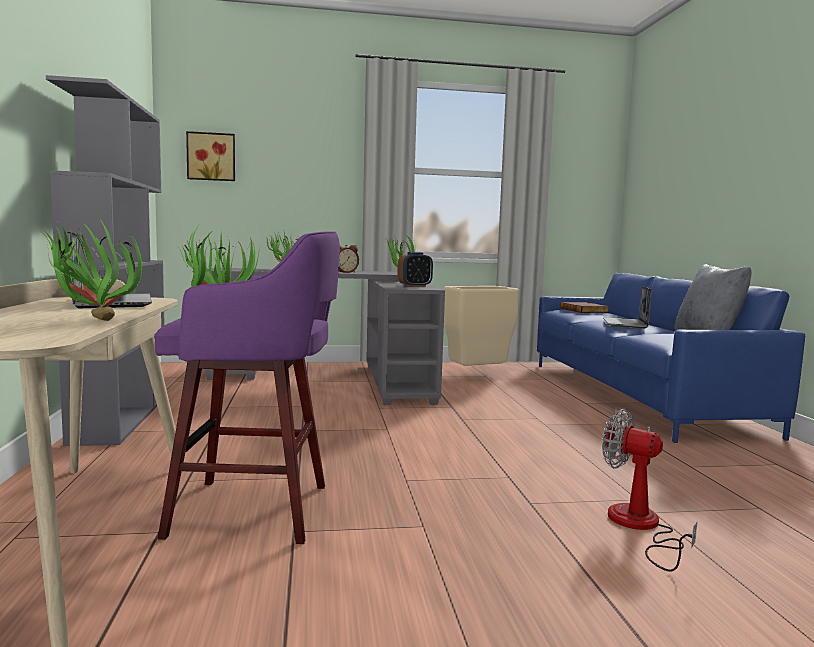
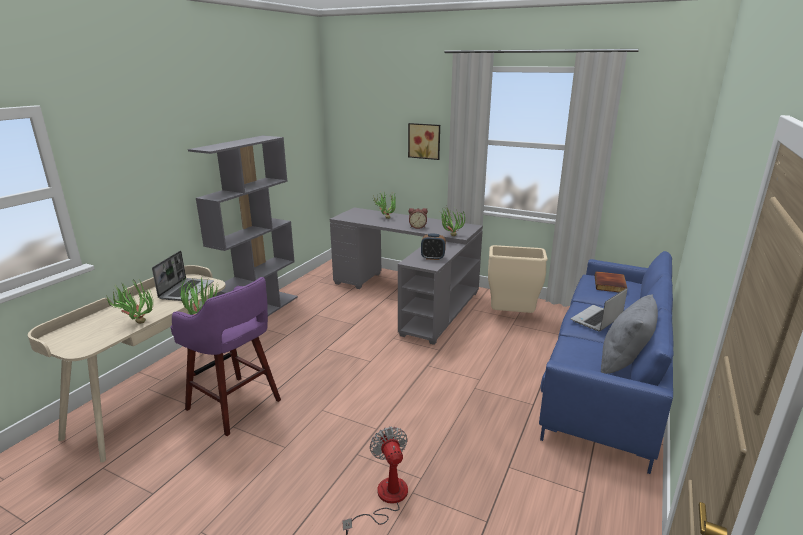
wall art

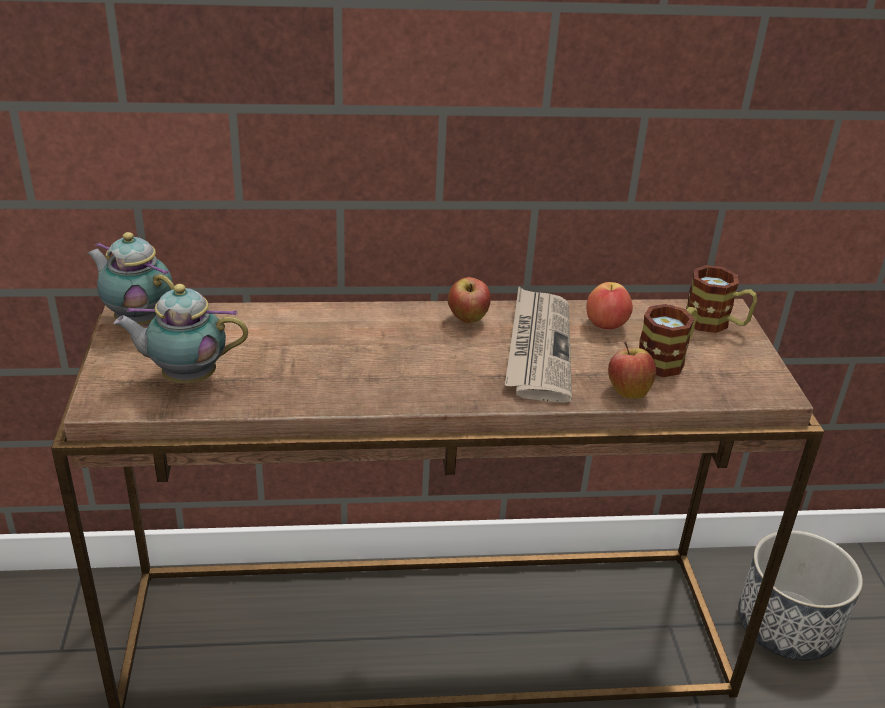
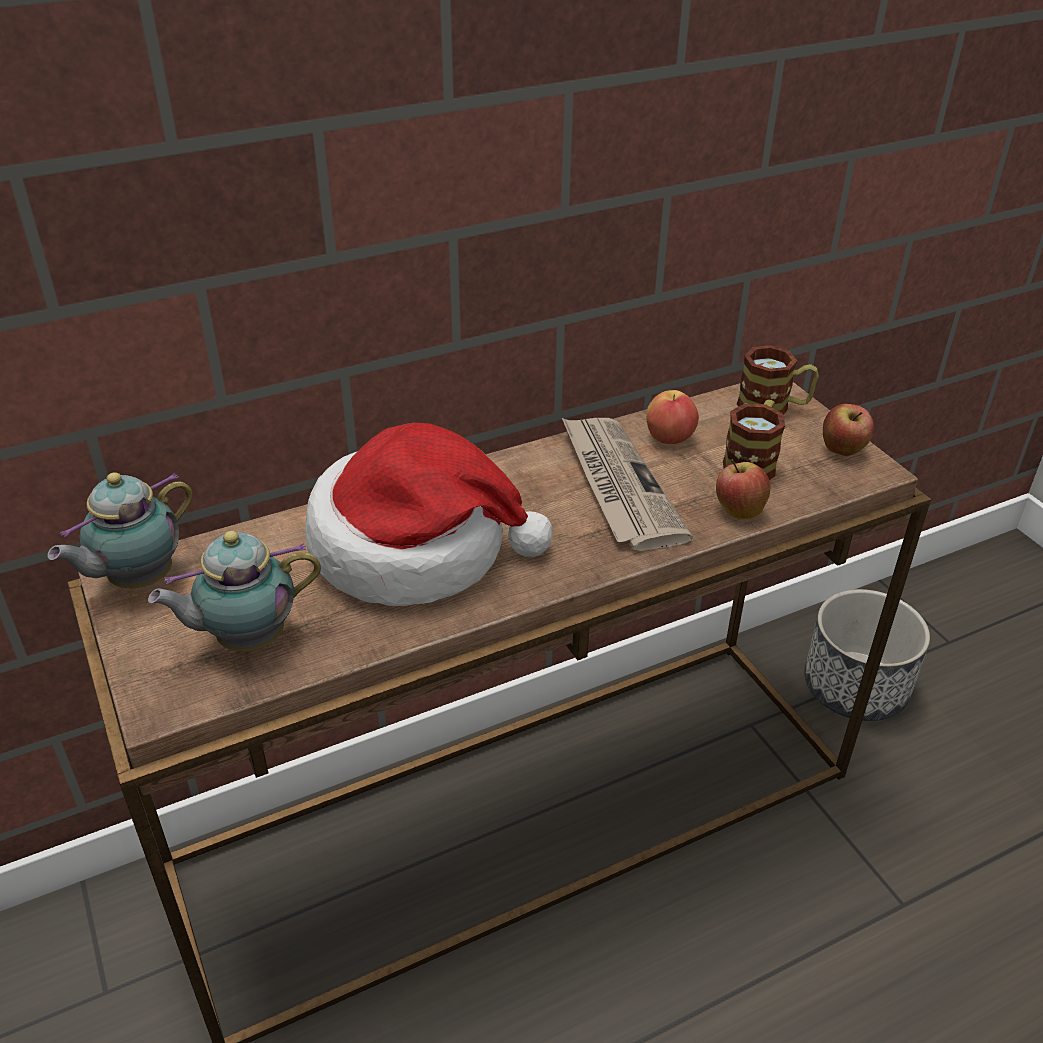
tea pot (1st from left)
clothing hat
apple (3rd from left)

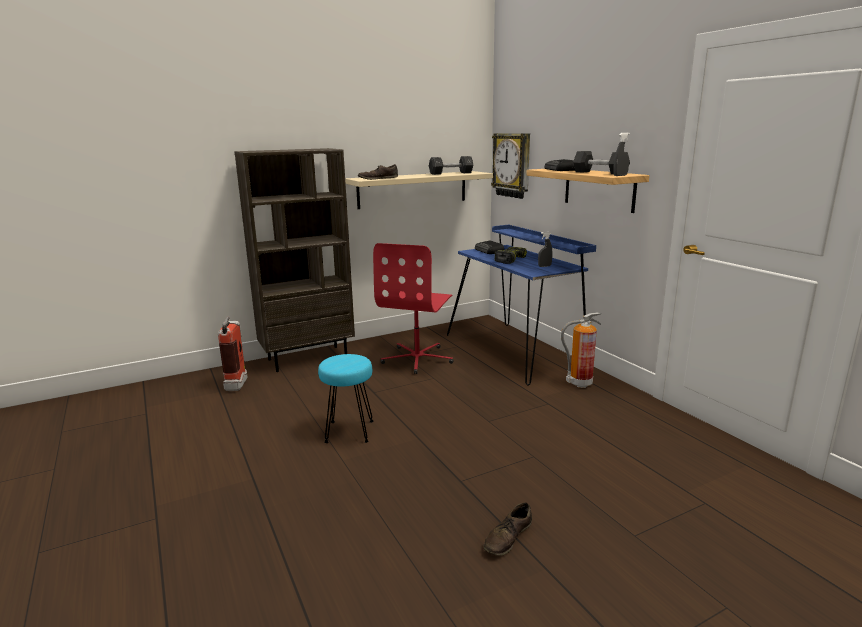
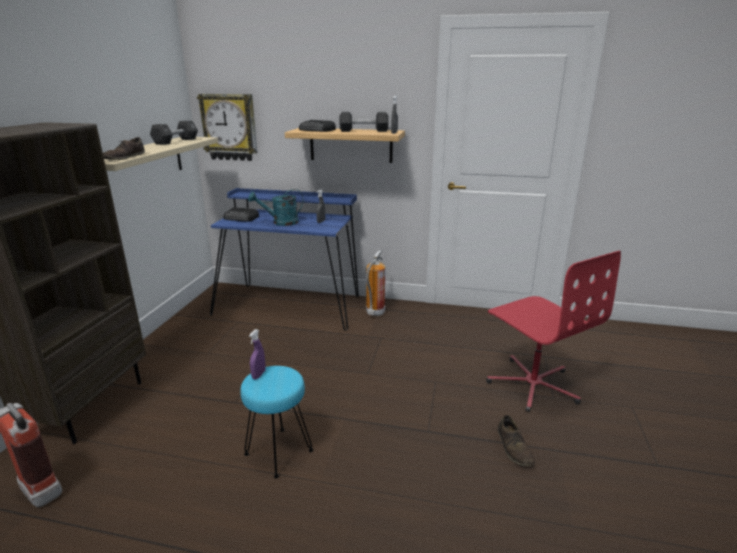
turquoise-coloured sprinkling can
purple-coloured hand sprayer
red computer chair

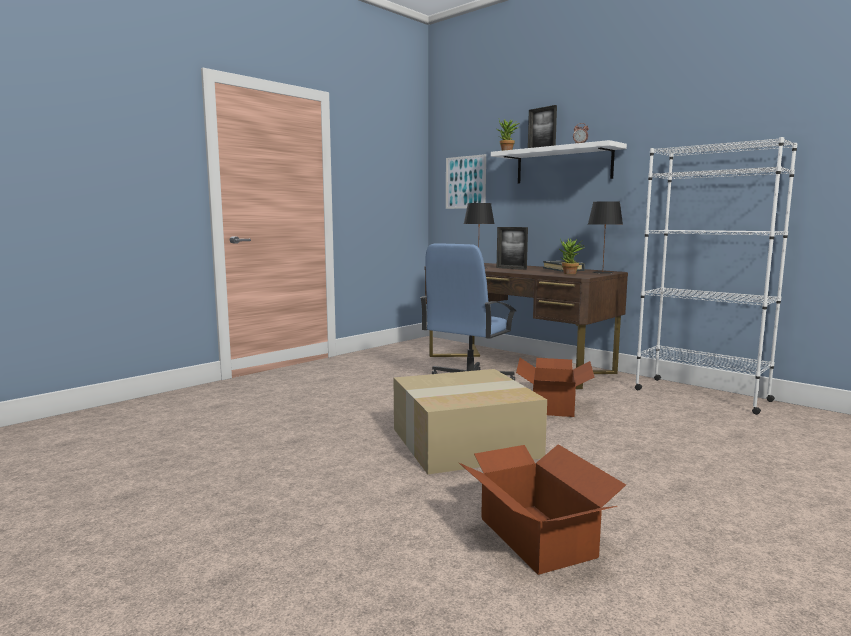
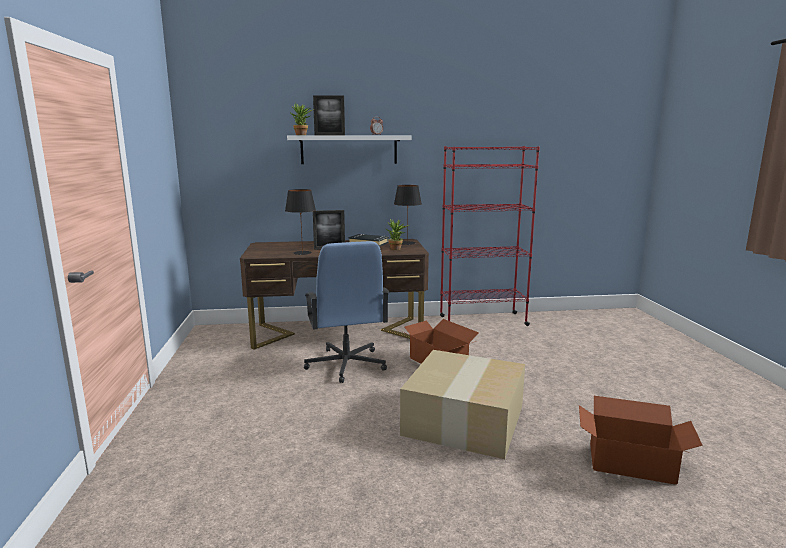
red bookshelf
wall art

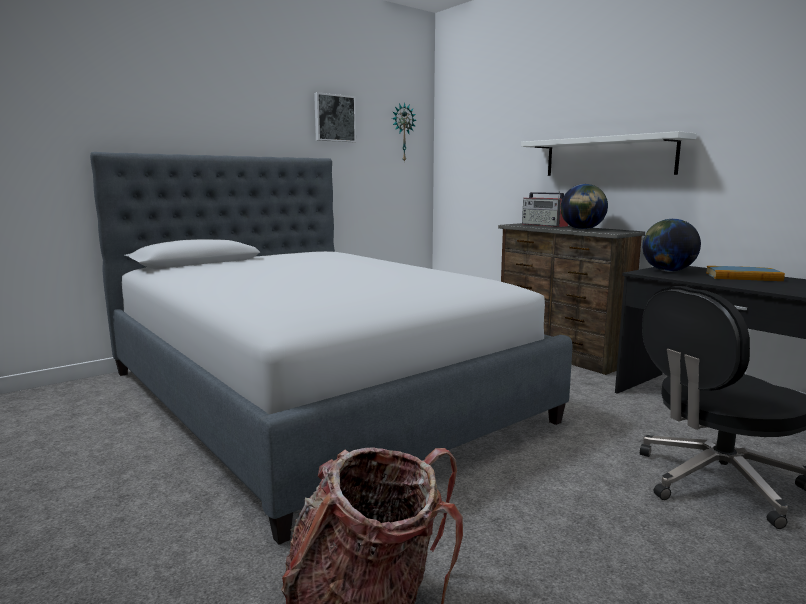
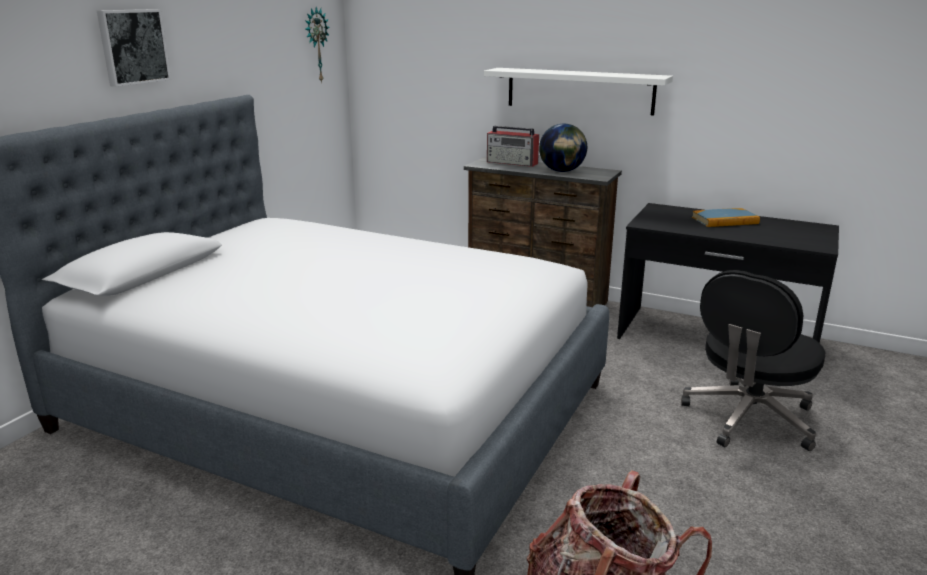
wall art
world globe (2nd from left in the first image)

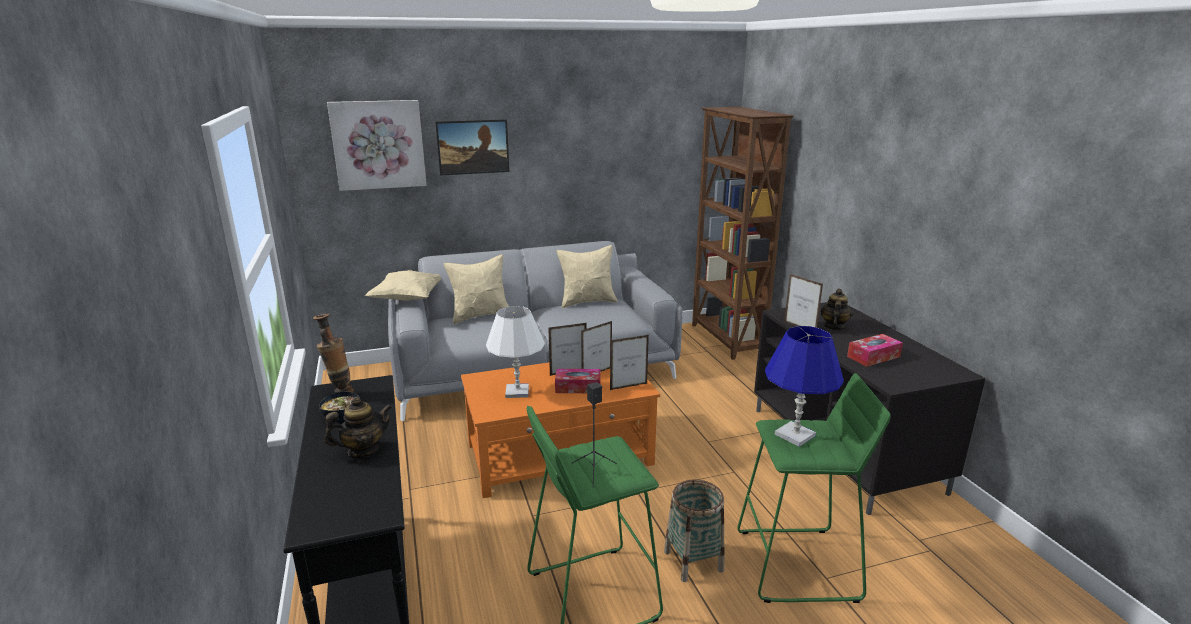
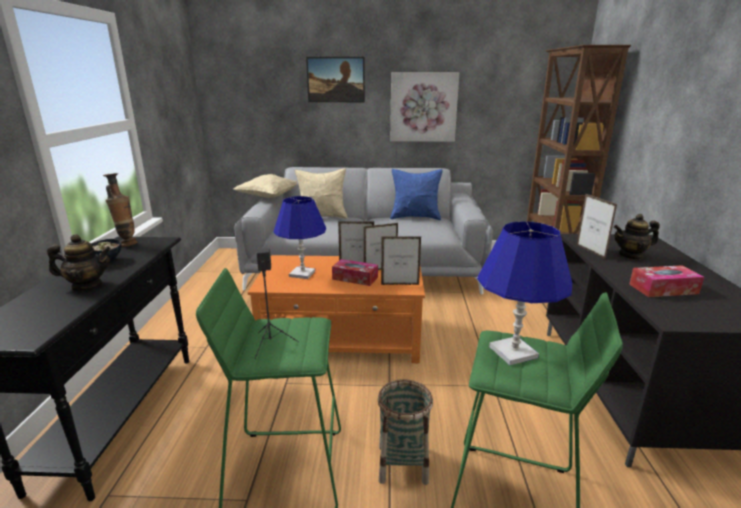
blue tabletop lamp (1st from left)
wall art (2nd from left)
blue cushion
tea pot (2nd from left)

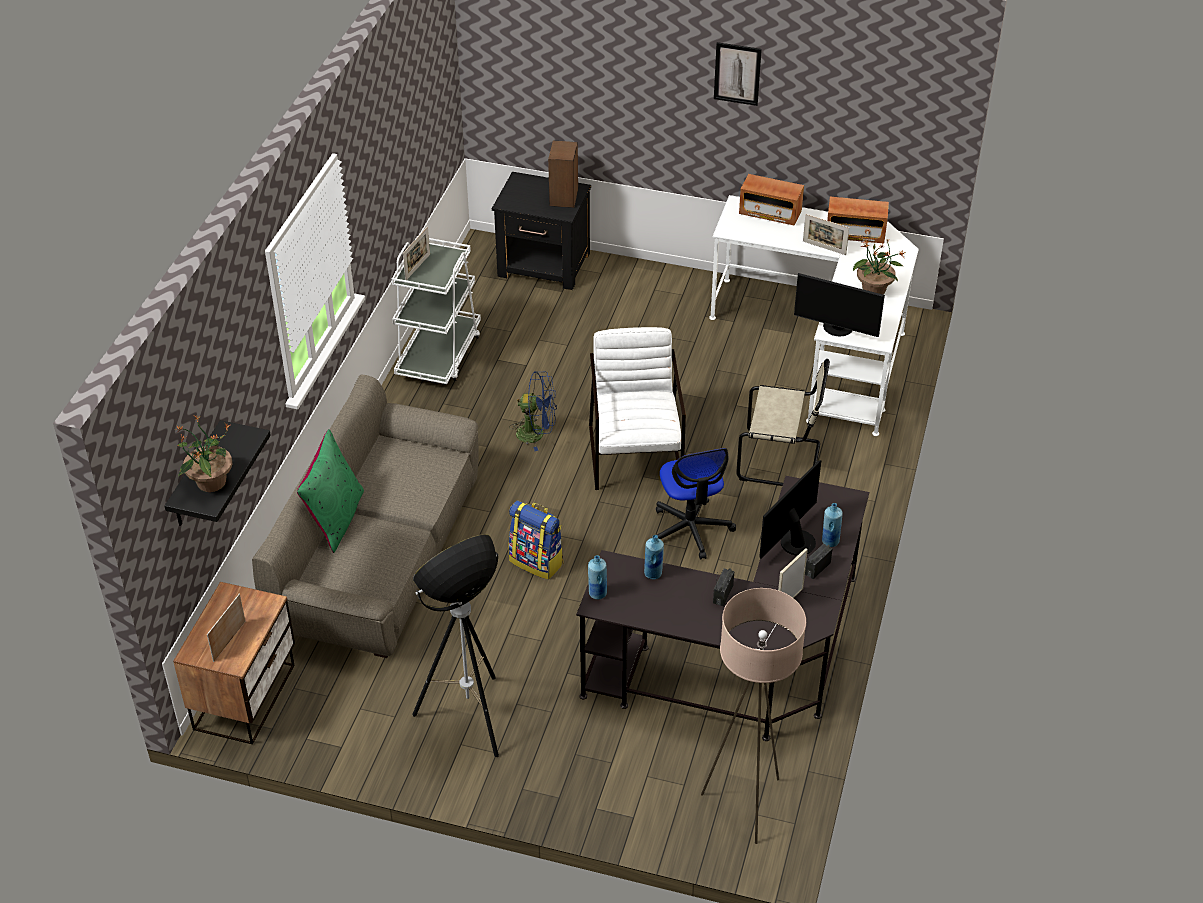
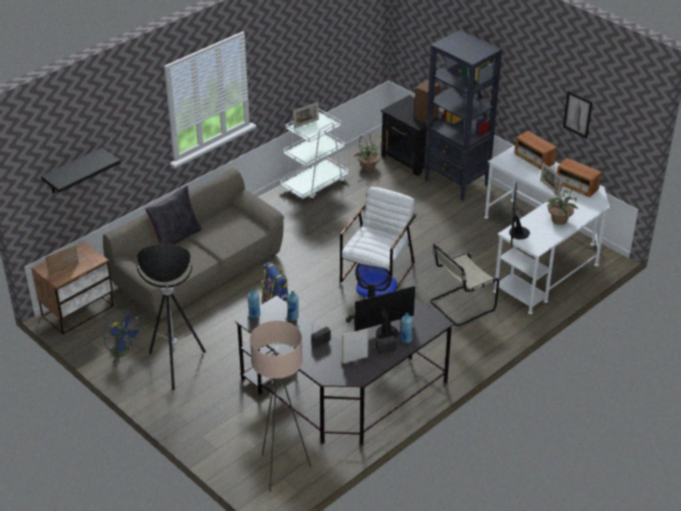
blue cooling fan
black cushion
plant in a pot (1st from left)
black bookshelf
sand-coloured chair
monitor (2nd from left)
wall art

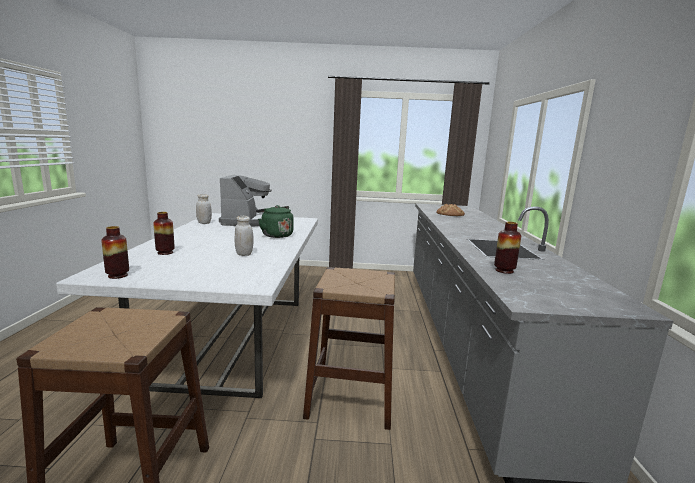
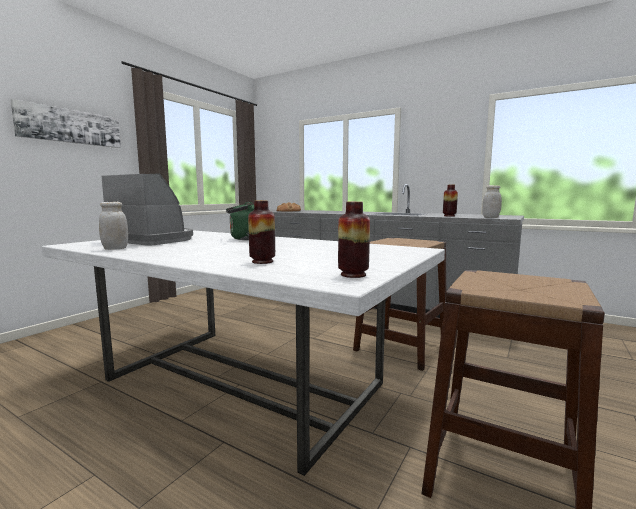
wall art
white jar (2nd from left)

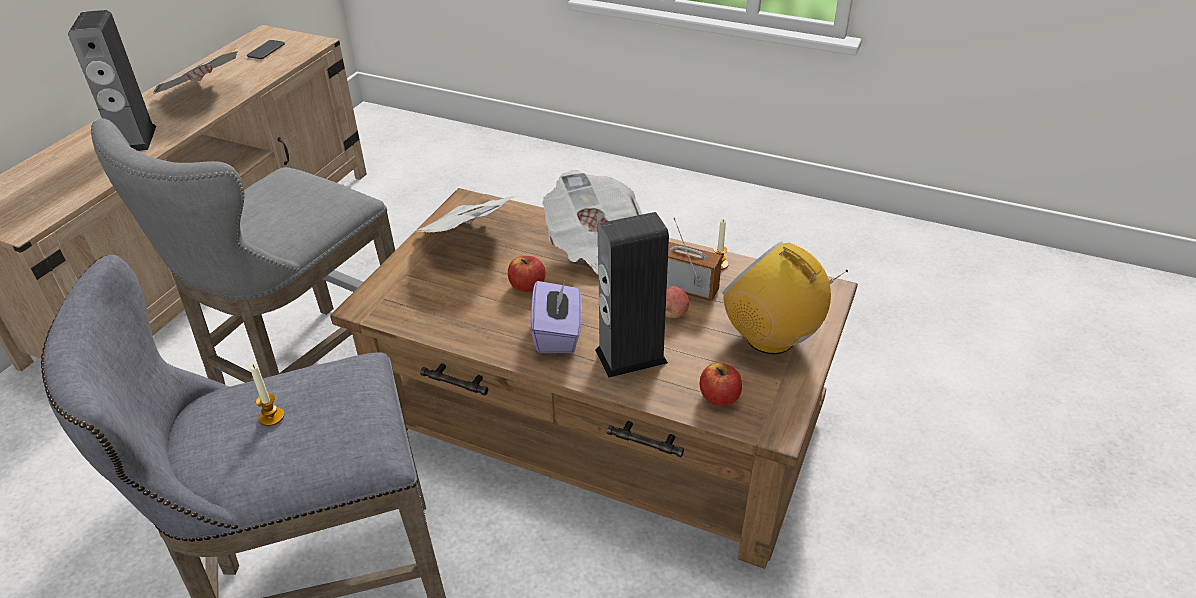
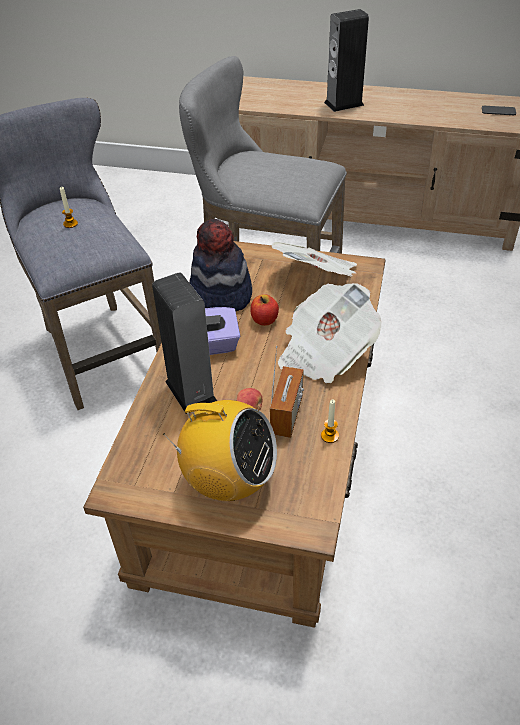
radio (1st from left)
clothing hat
newspaper (1st from left in the first image)
apple (3rd from left in the first image)

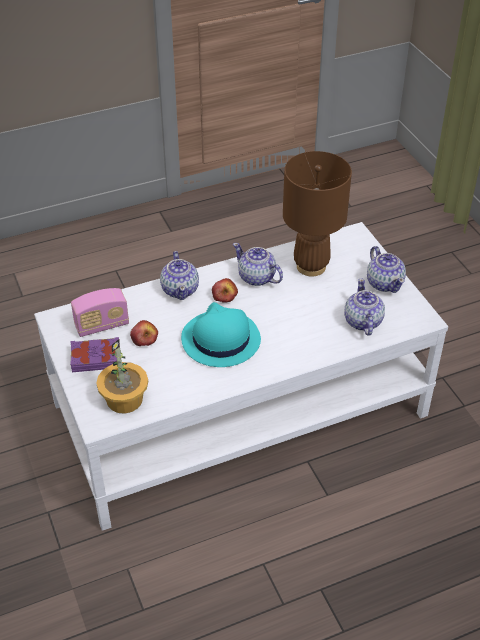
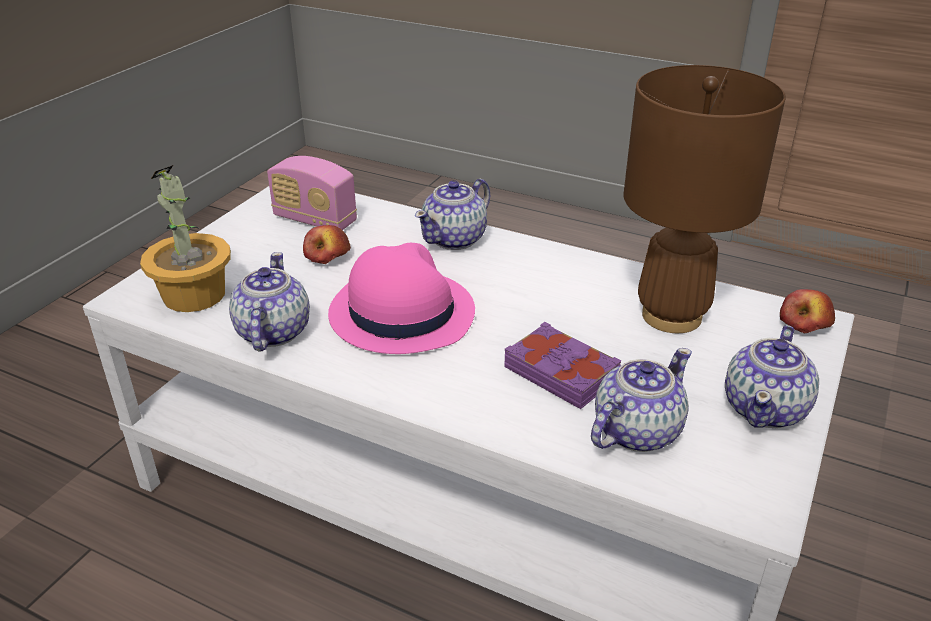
tea pot (1st from left)
pinkish clothing hat
purple-coloured book
apple (2nd from left)

